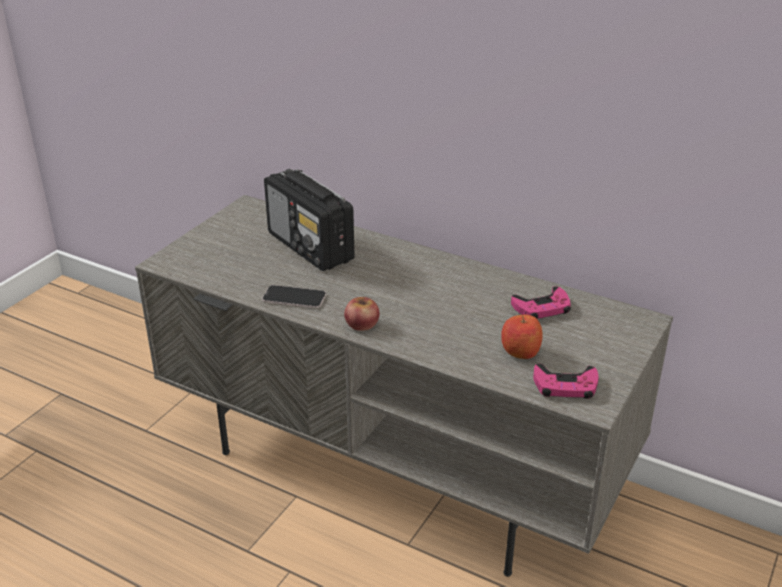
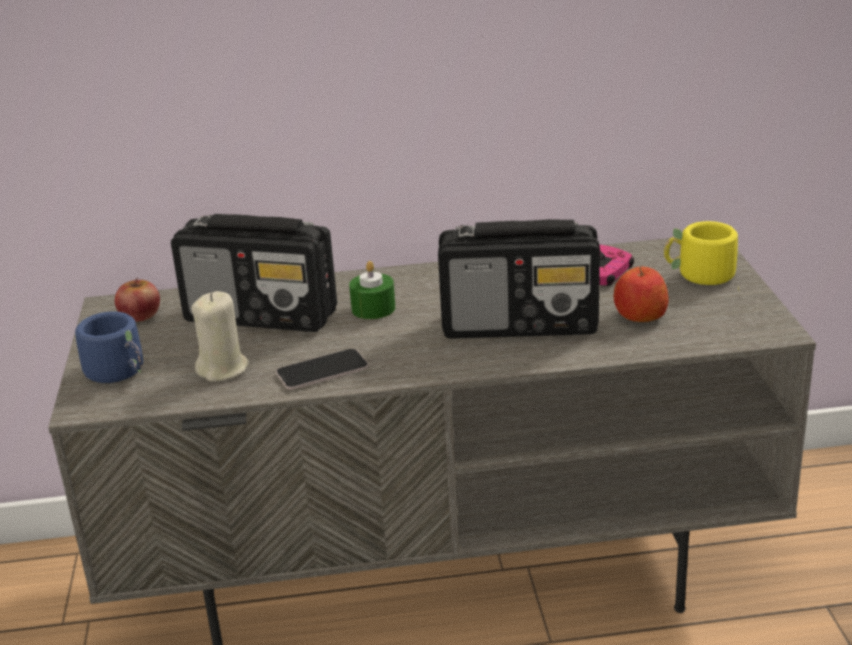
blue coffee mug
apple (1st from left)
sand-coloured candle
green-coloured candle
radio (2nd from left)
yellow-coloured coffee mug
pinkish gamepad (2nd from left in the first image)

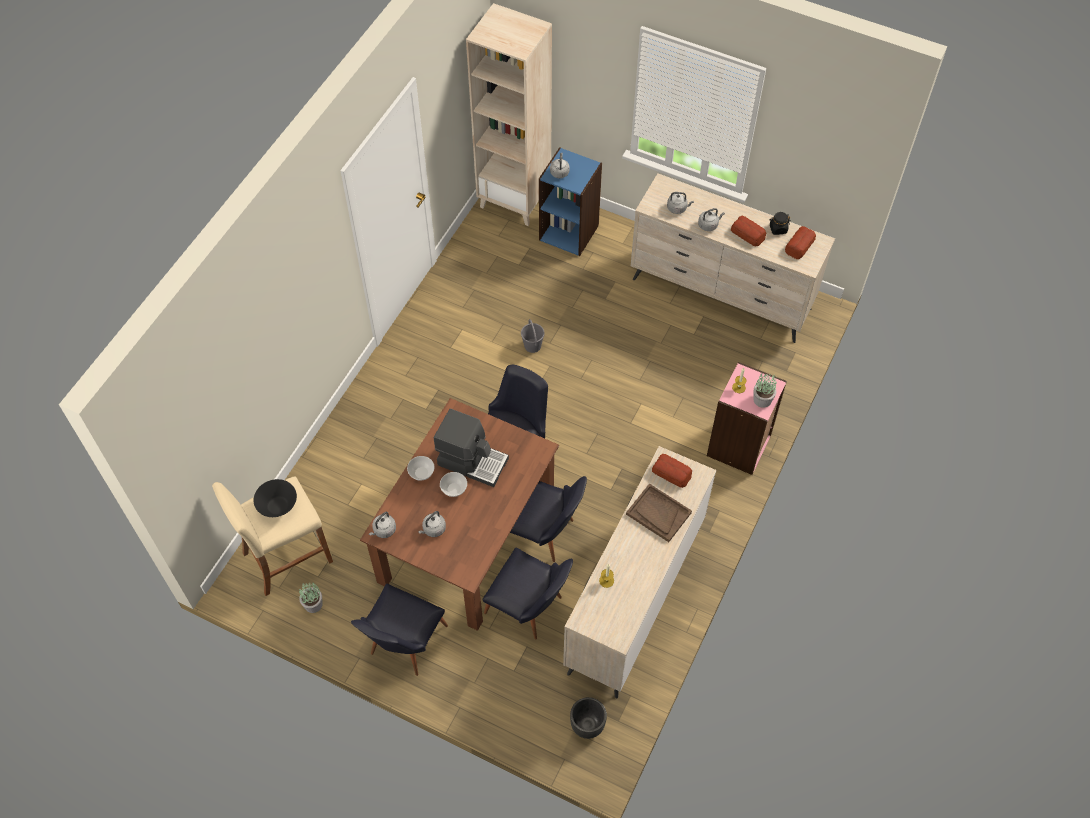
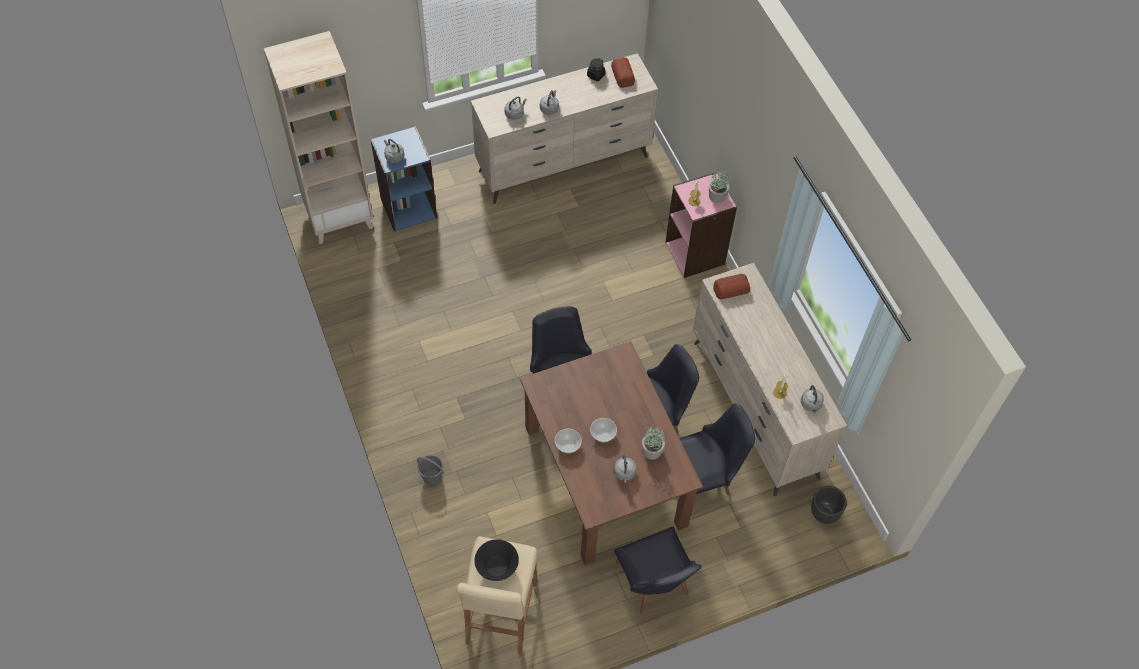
greyish bucket
plant in a pot (1st from left)
greyish tea kettle (5th from left)
coffee brewer
brown serving tray
bread (2nd from left in the first image)

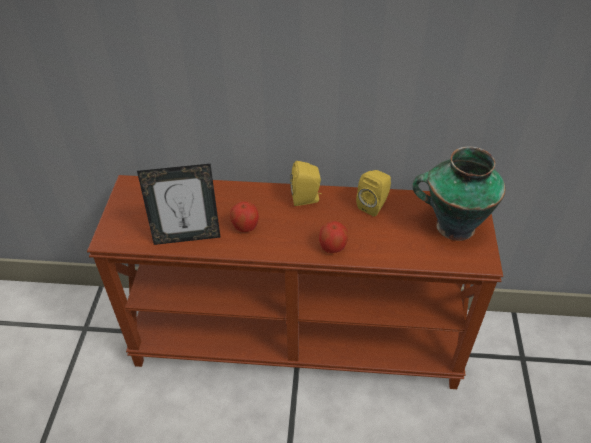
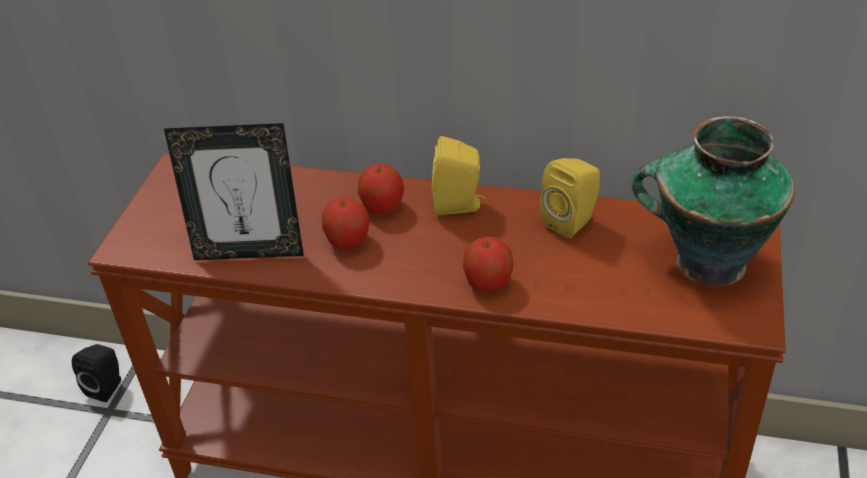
black audio speaker
apple (2nd from left)

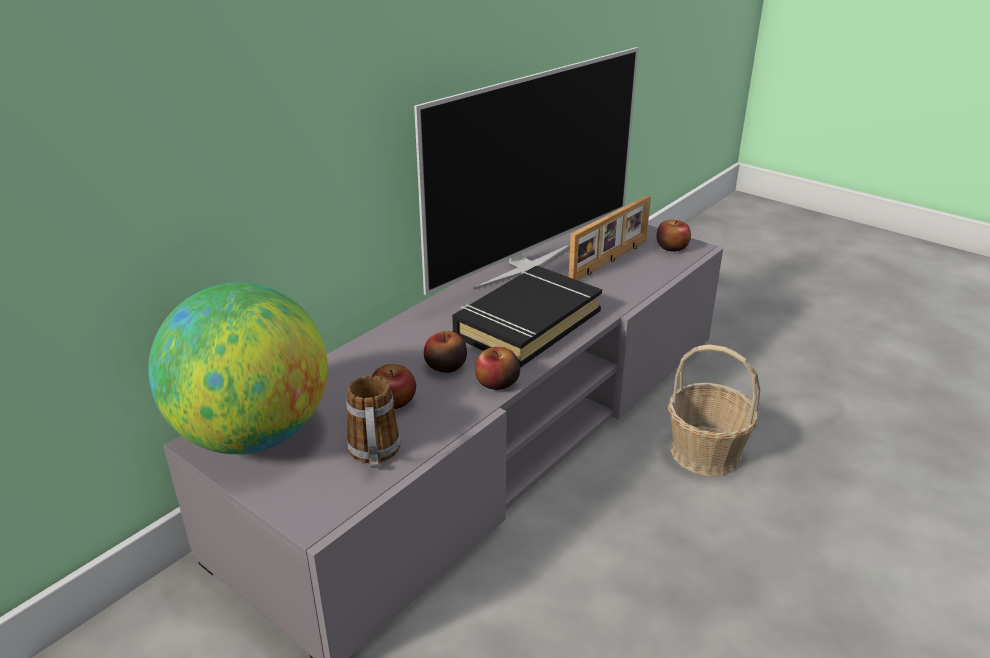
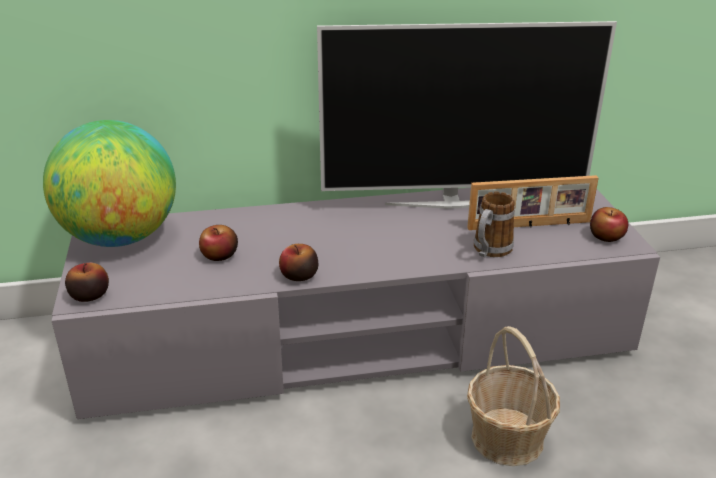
apple (1st from left)
coffee mug
black book

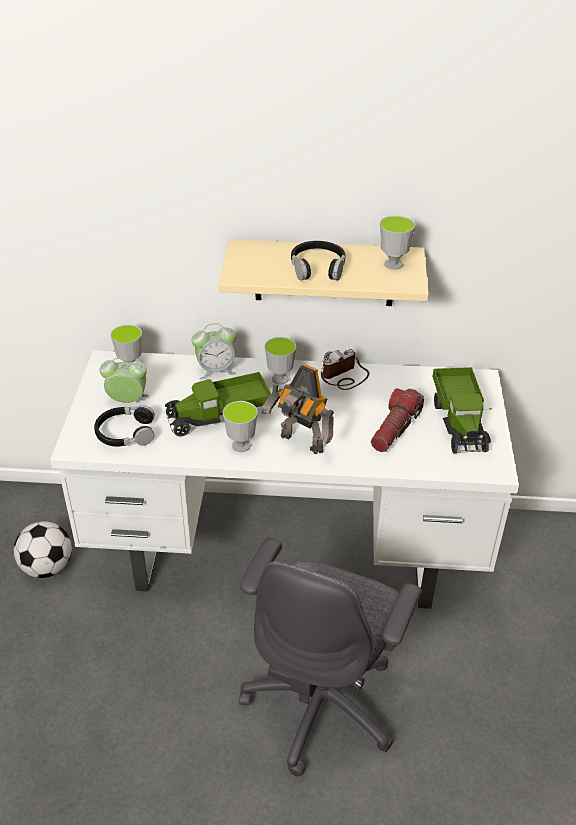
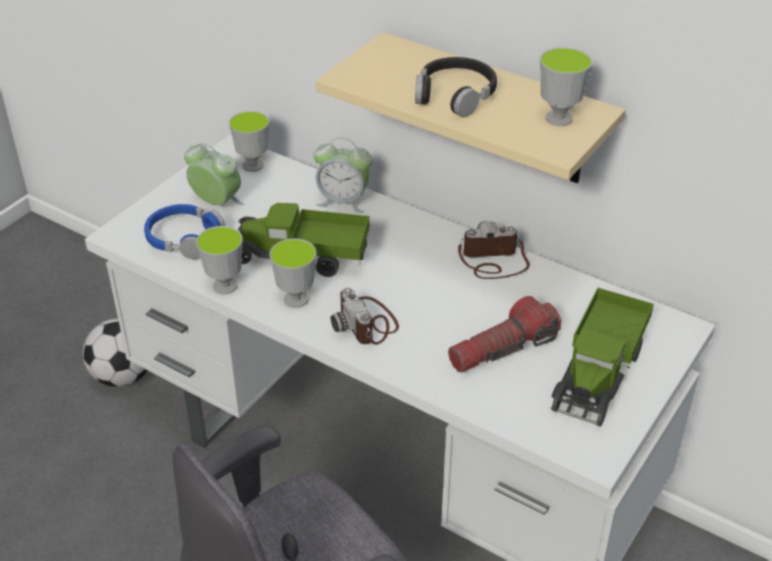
blue headphones
drinking cup (1st from left)
photo camera (1st from left)

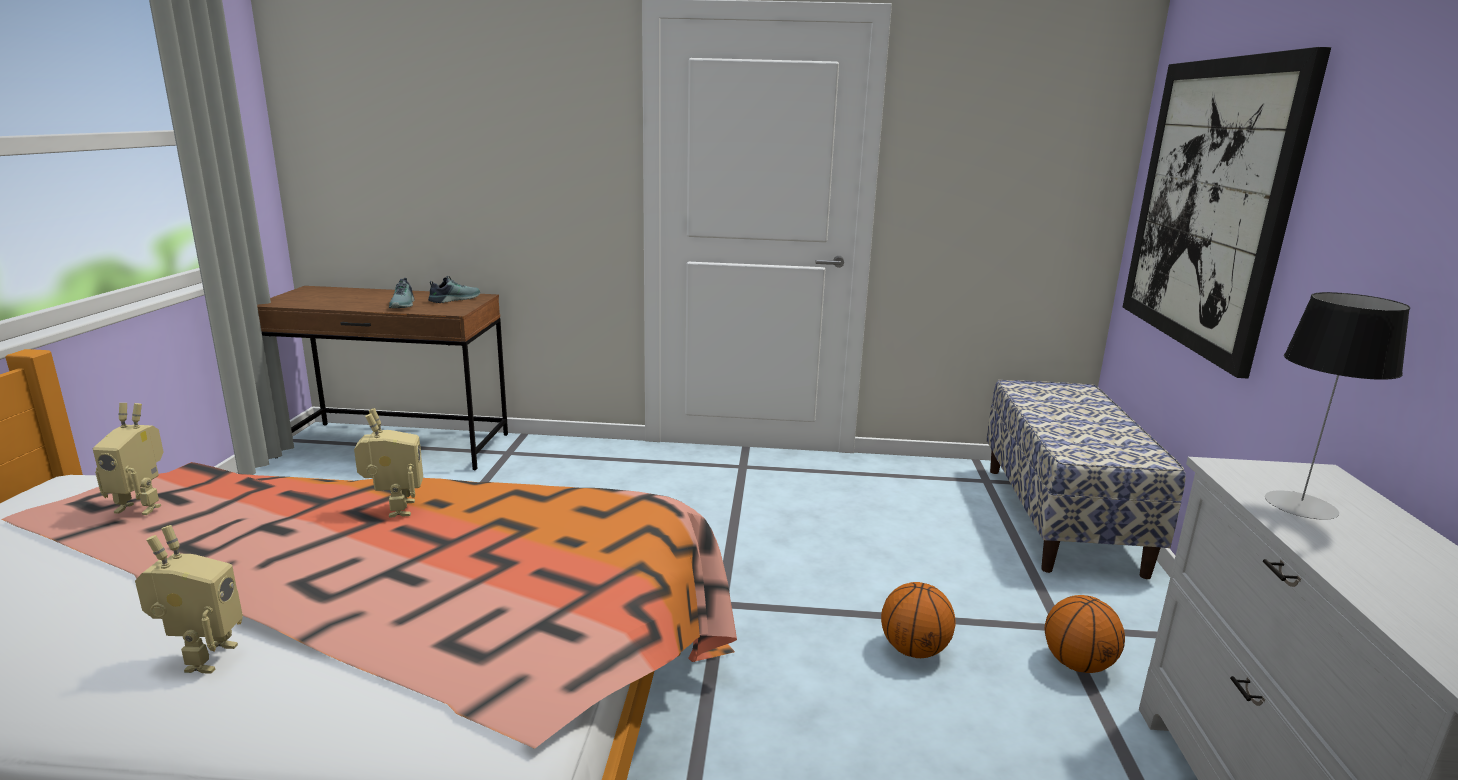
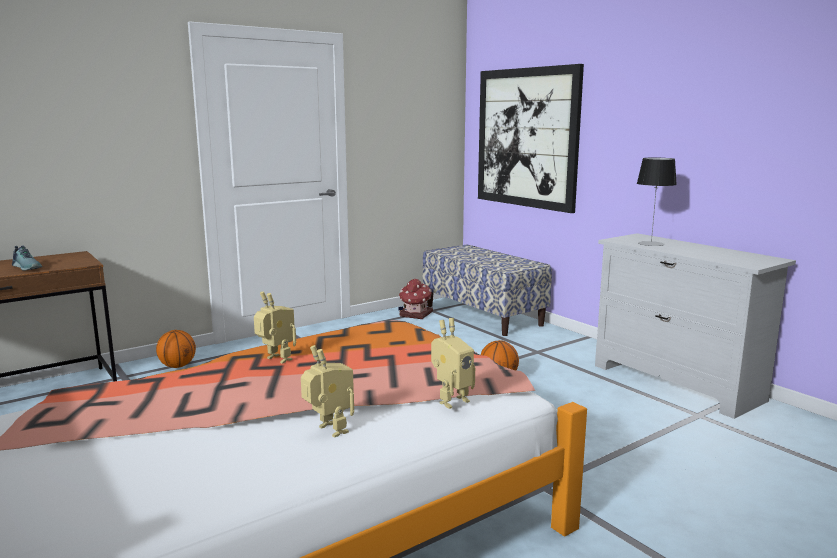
basketball ball (1st from left)
model house
robot figure (3rd from left)
shoe (2nd from left in the first image)

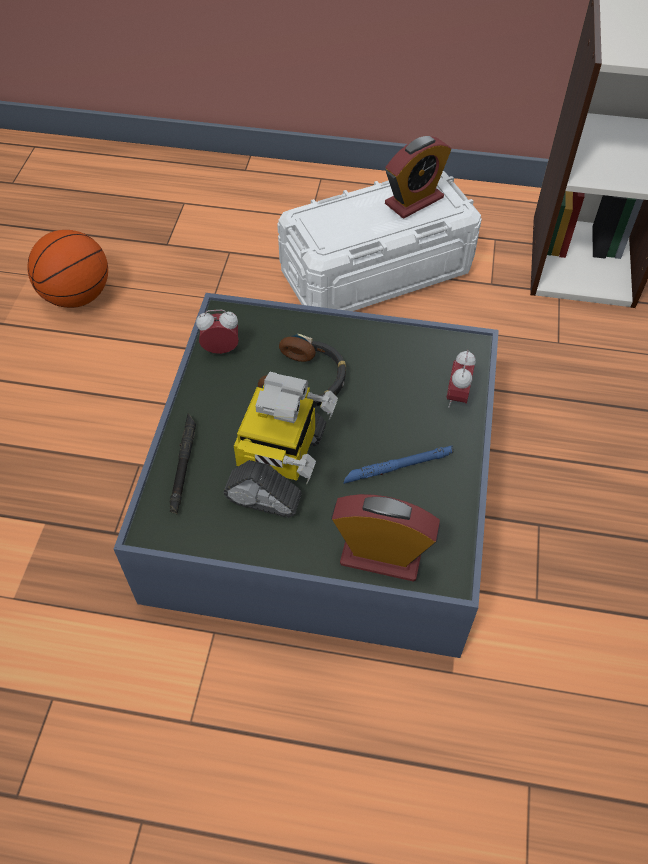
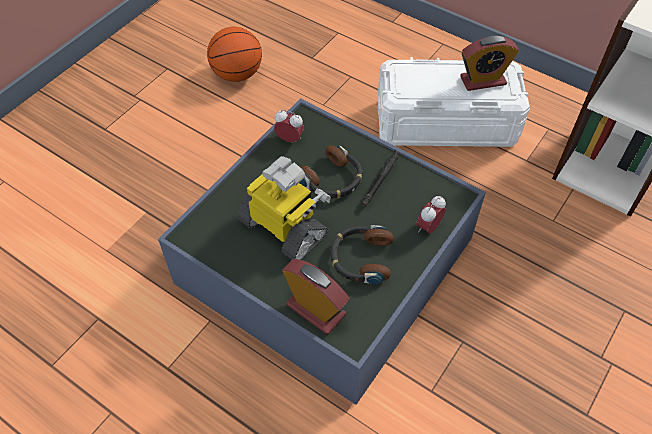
robot figure
headphones (2nd from left)
black hand torch

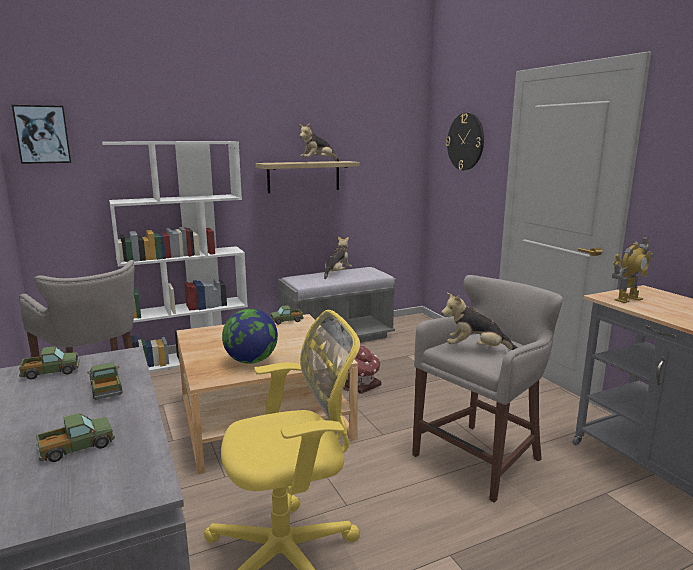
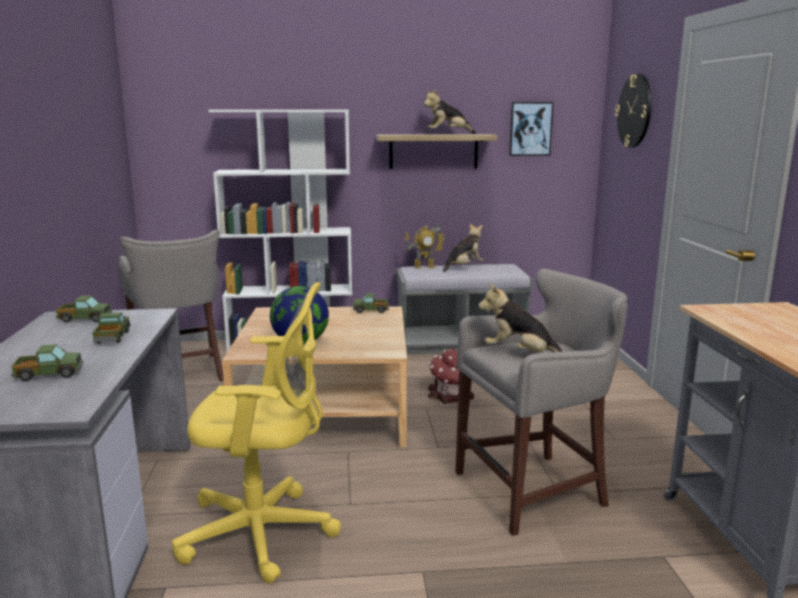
robot figure
wall art

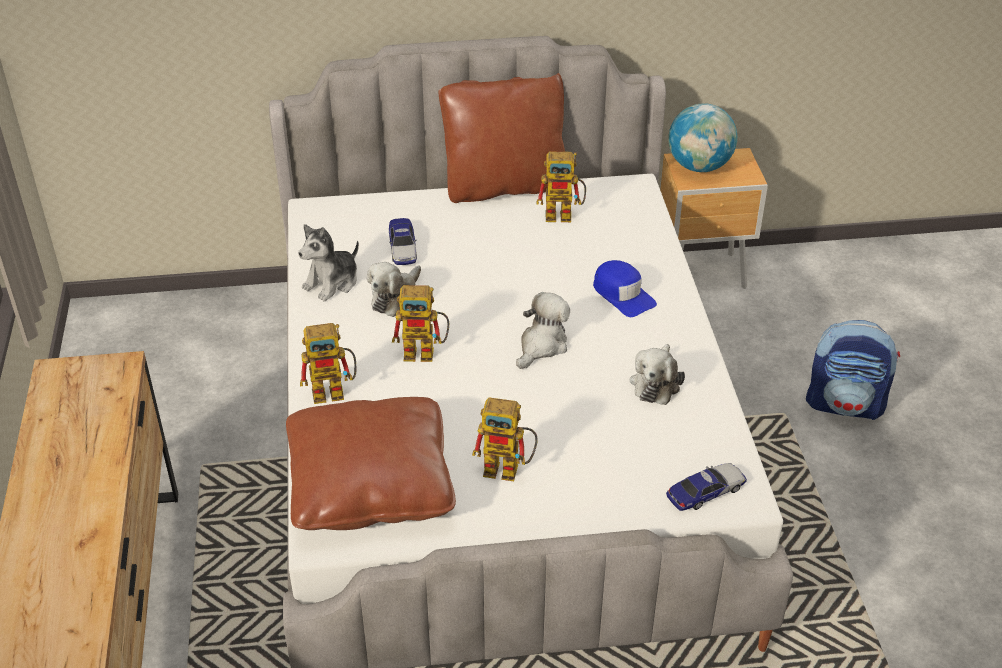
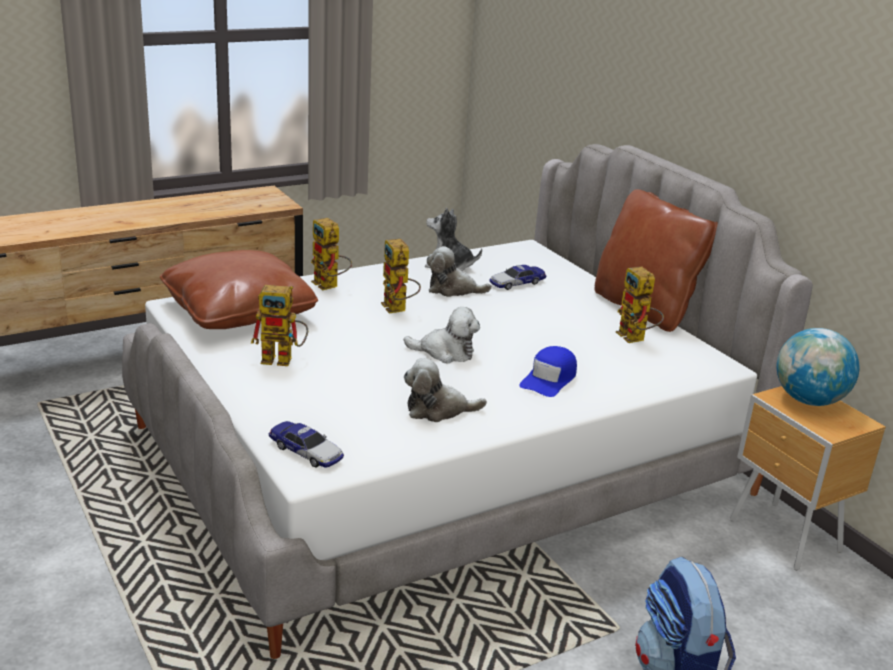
robot figure (1st from left)

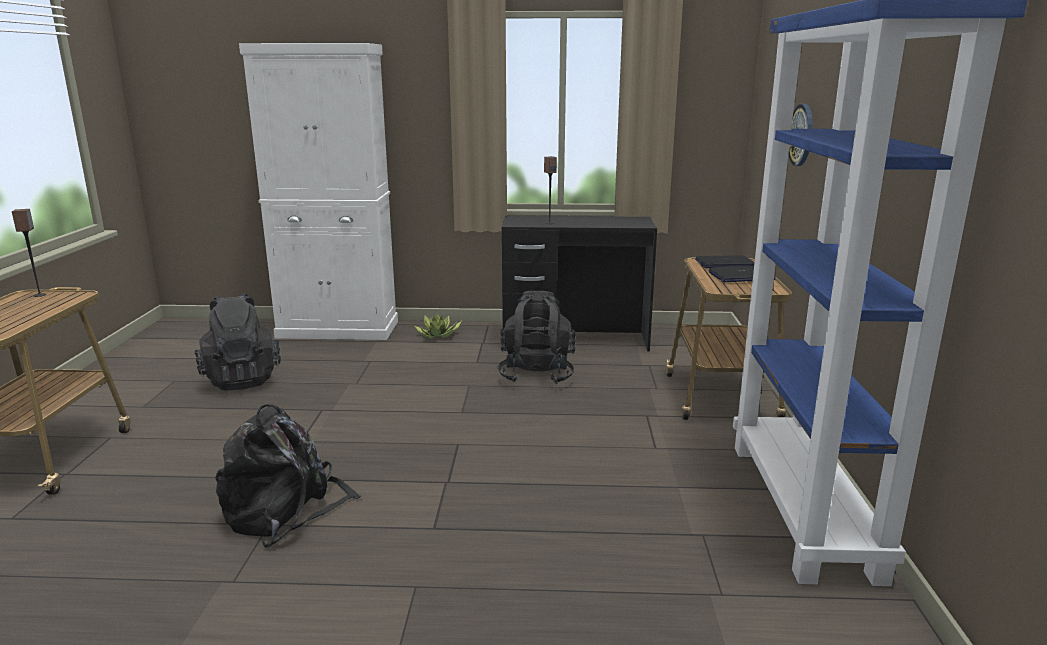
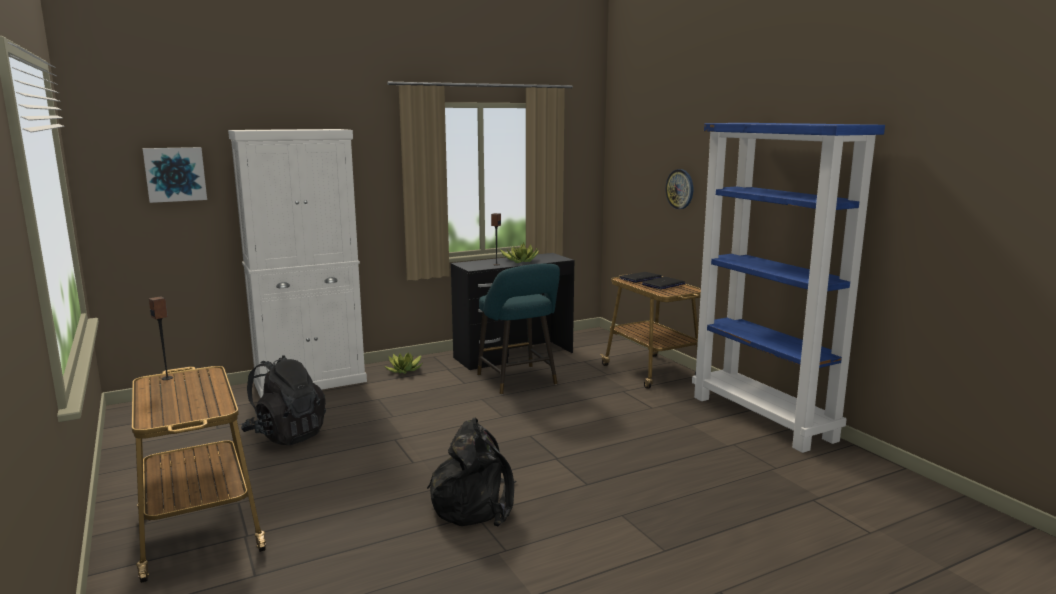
wall art
turquoise-coloured stool
plant in a pot (2nd from left)

